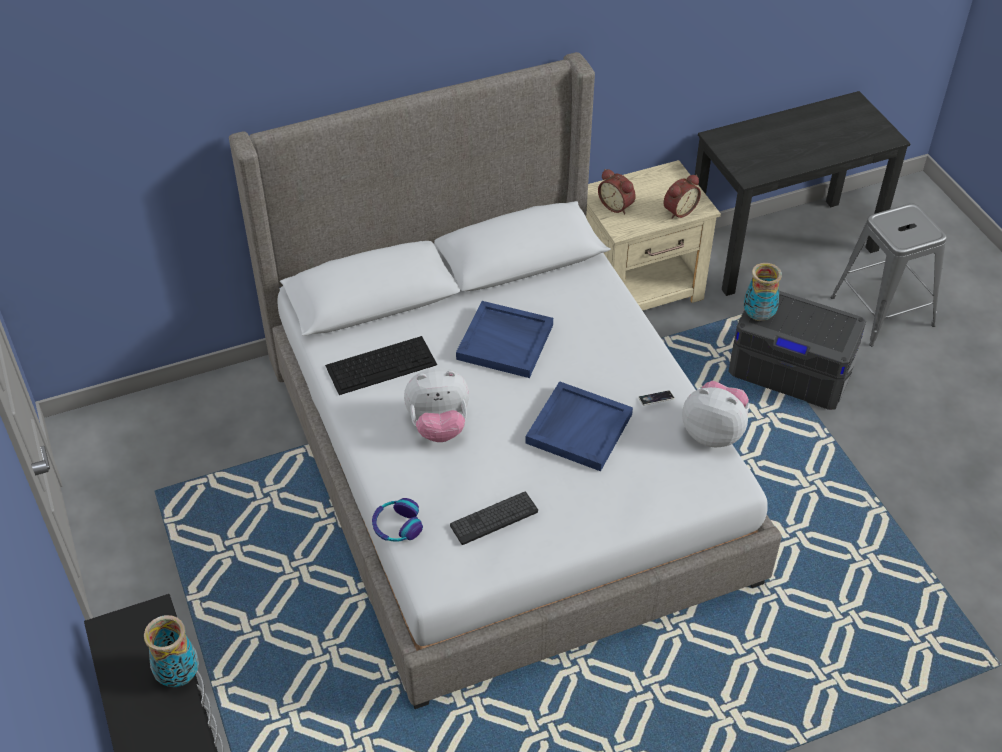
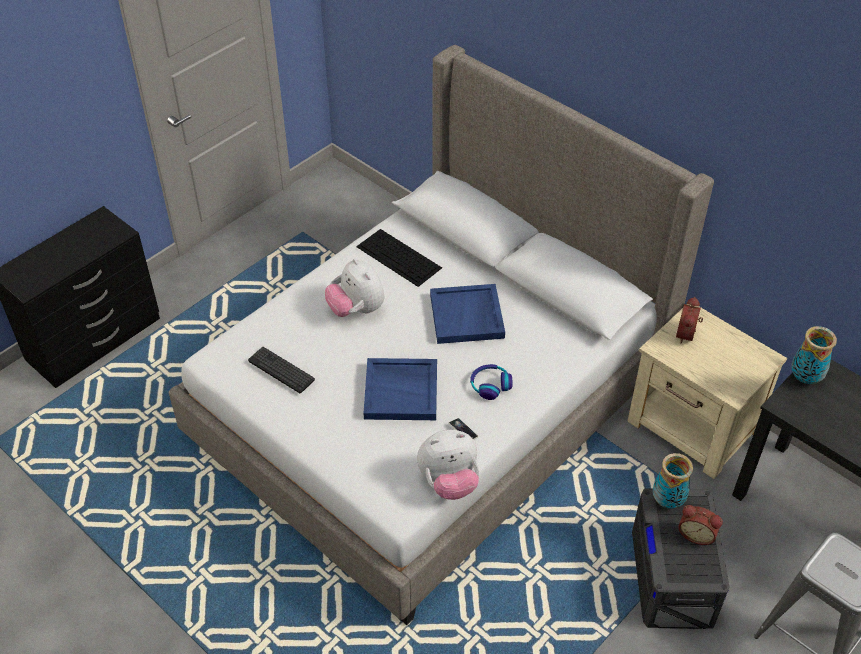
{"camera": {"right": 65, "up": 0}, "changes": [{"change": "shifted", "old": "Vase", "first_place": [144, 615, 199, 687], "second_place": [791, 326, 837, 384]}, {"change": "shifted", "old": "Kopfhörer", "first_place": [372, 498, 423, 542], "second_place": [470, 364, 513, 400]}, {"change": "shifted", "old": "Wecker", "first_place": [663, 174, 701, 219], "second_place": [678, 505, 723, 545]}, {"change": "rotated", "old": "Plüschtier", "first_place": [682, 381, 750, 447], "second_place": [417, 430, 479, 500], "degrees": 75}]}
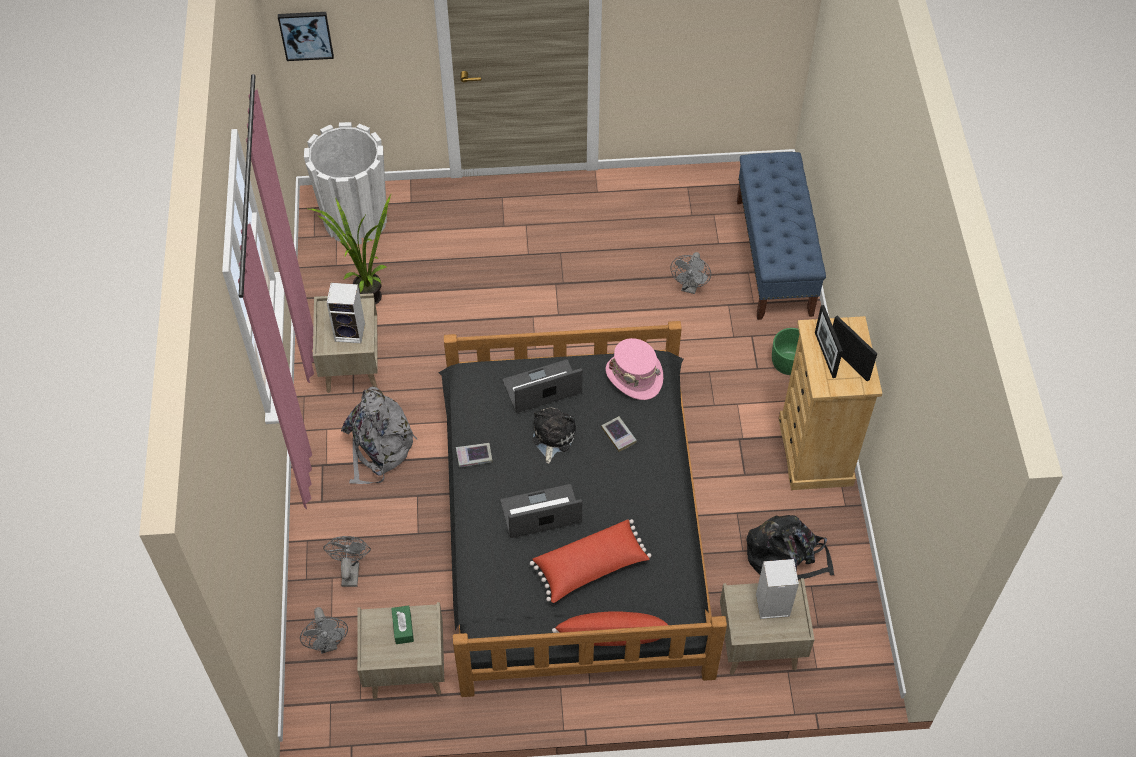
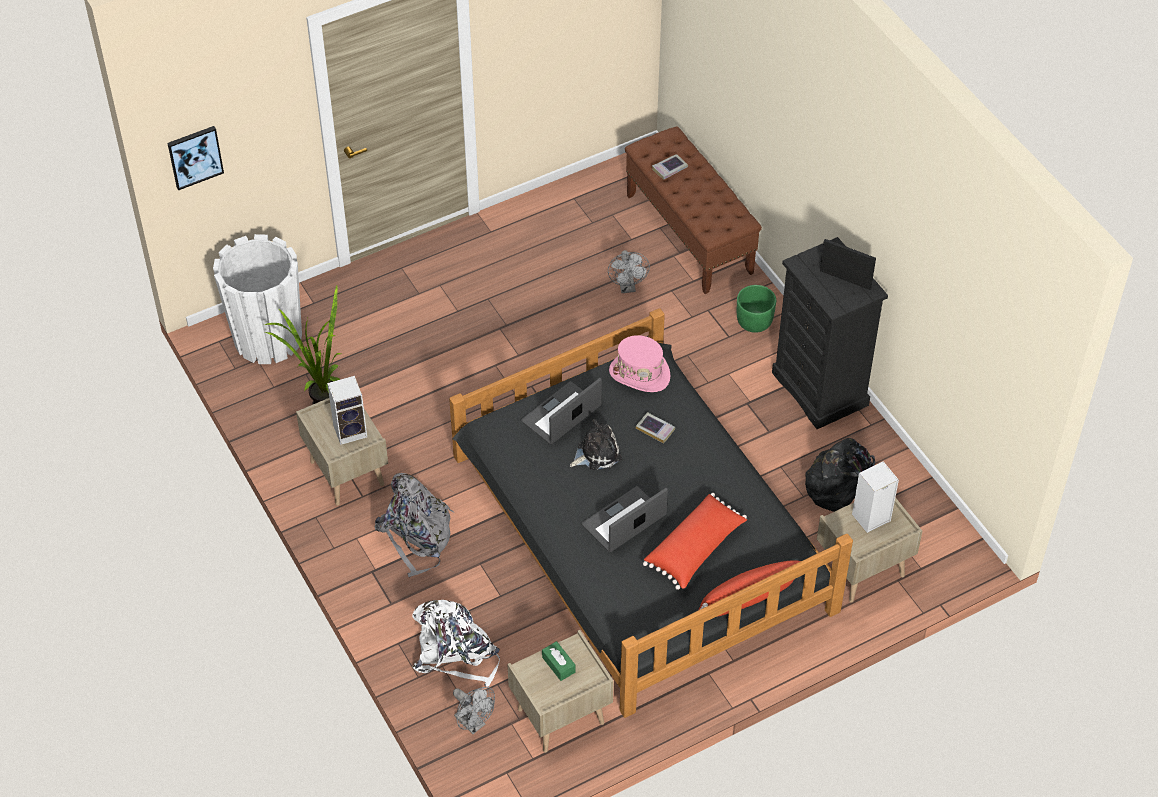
{"camera": {"right": -25, "up": -5}, "changes": [{"change": "gone", "old": "Bilderrahmen", "first_place": [815, 305, 843, 378]}, {"change": "shifted", "old": "Buch", "first_place": [456, 443, 492, 467], "second_place": [652, 154, 688, 180]}, {"change": "swapped", "old": "Ventilator (grau)", "new": "Rucksack (weiß)", "first_place": [323, 536, 371, 587], "second_place": [412, 600, 500, 687]}, {"change": "repainted", "old": "Bank (blau)", "new": "Bank (braun)", "first_place": [737, 152, 826, 320], "second_place": [625, 126, 762, 294]}, {"change": "repainted", "old": "Kommode (beige)", "new": "Kommode (schwarz)", "first_place": [779, 316, 882, 490], "second_place": [772, 237, 888, 429]}, {"change": "rotated", "old": "Plüschtier", "first_place": [533, 408, 576, 464], "second_place": [570, 419, 622, 470], "degrees": 75}]}
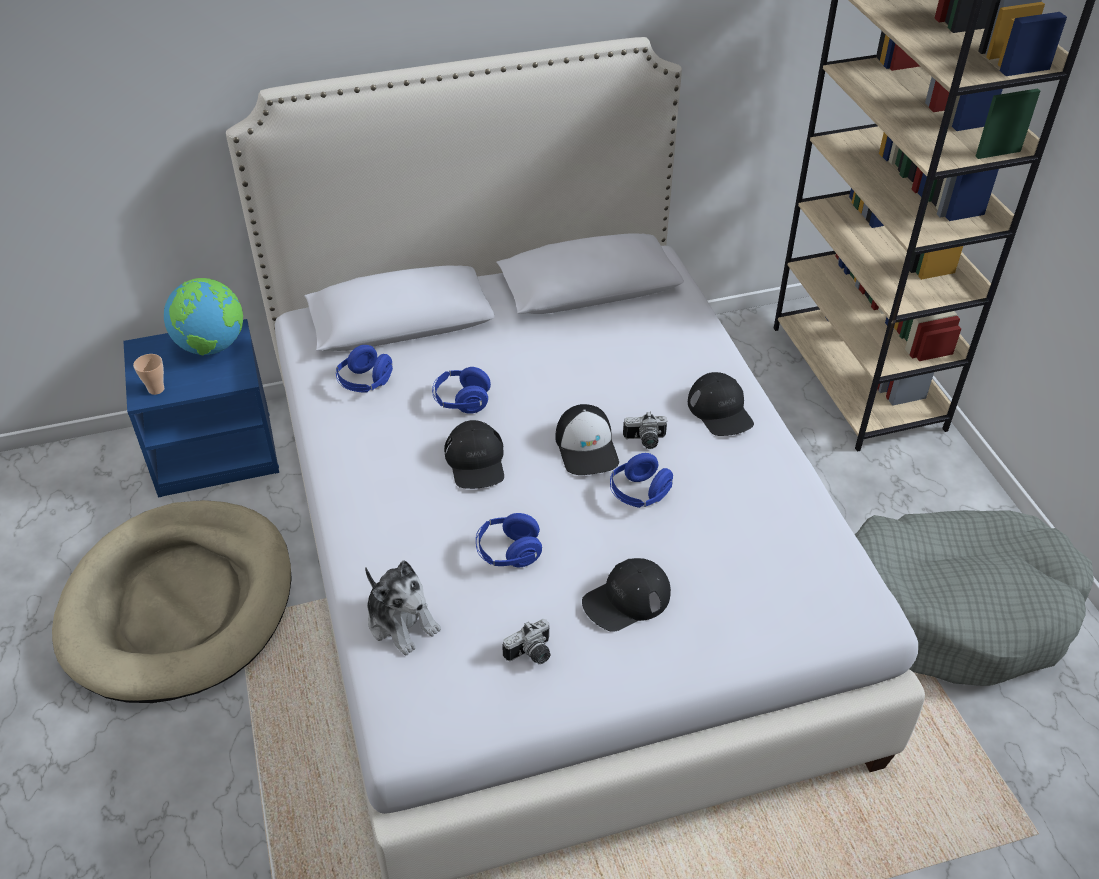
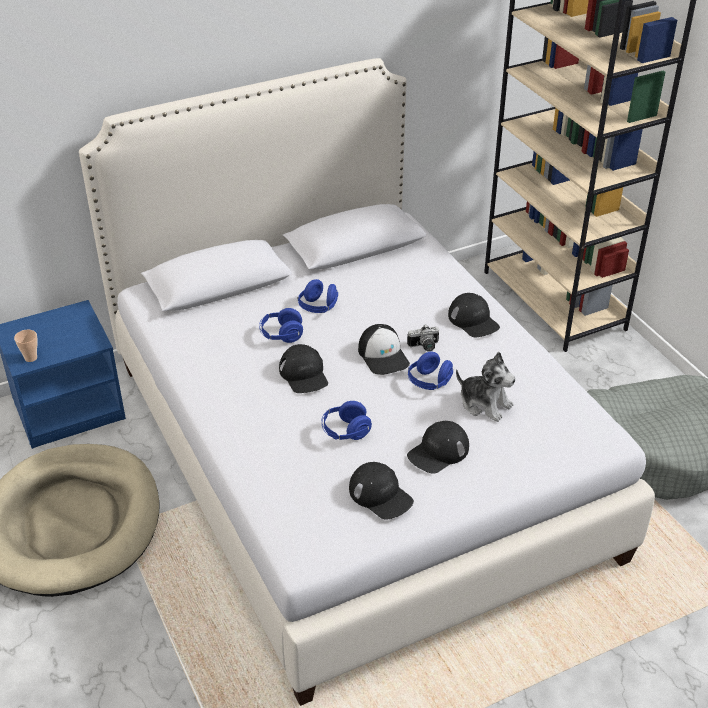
{"camera": {"right": -10, "up": -5}, "changes": [{"change": "gone", "old": "Globus", "first_place": [164, 278, 243, 355]}, {"change": "shifted", "old": "Kopfhörer (blau)", "first_place": [336, 345, 393, 392], "second_place": [298, 279, 338, 313]}, {"change": "shifted", "old": "Plüschtier", "first_place": [365, 561, 441, 655], "second_place": [456, 352, 516, 422]}, {"change": "swapped", "old": "Kamera", "new": "Kappe (schwarz)", "first_place": [502, 619, 550, 664], "second_place": [349, 462, 414, 520]}]}
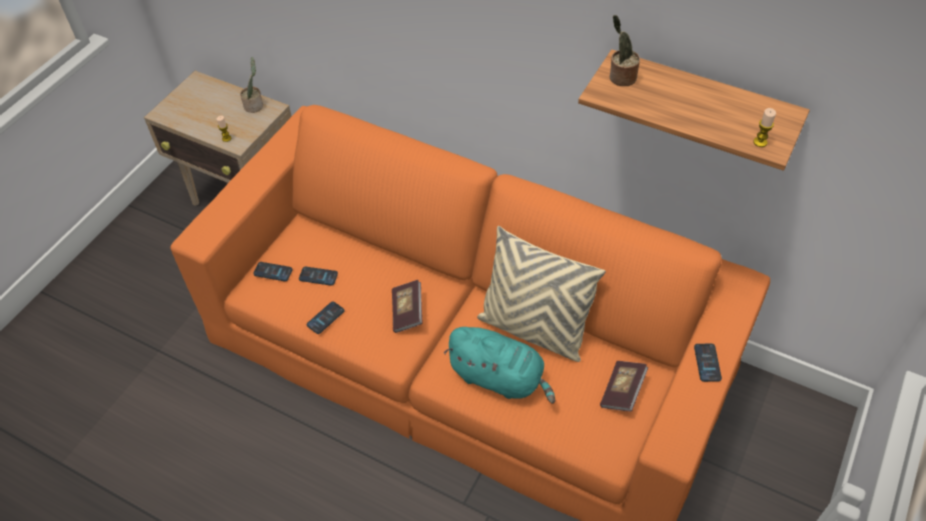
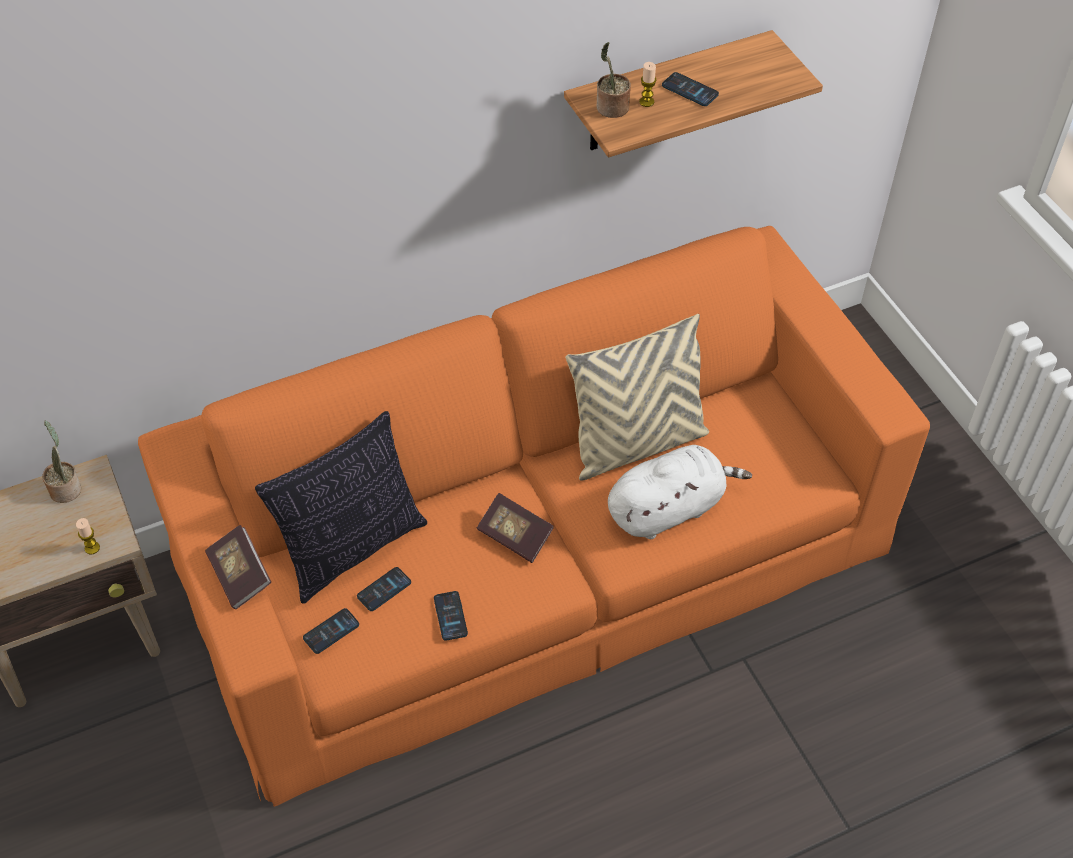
{"camera": {"right": -55, "up": 0}, "changes": [{"change": "new", "new": "Kissen", "second_place": [255, 411, 427, 604]}, {"change": "shifted", "old": "Buch", "first_place": [600, 361, 648, 411], "second_place": [205, 525, 271, 609]}, {"change": "shifted", "old": "Handy", "first_place": [694, 344, 722, 382], "second_place": [662, 72, 719, 106]}, {"change": "shifted", "old": "Kerze", "first_place": [753, 108, 776, 147], "second_place": [639, 62, 656, 107]}, {"change": "repainted", "old": "Plüschtier (türkis)", "new": "Plüschtier (weiß)", "first_place": [444, 327, 555, 404], "second_place": [608, 445, 752, 539]}]}
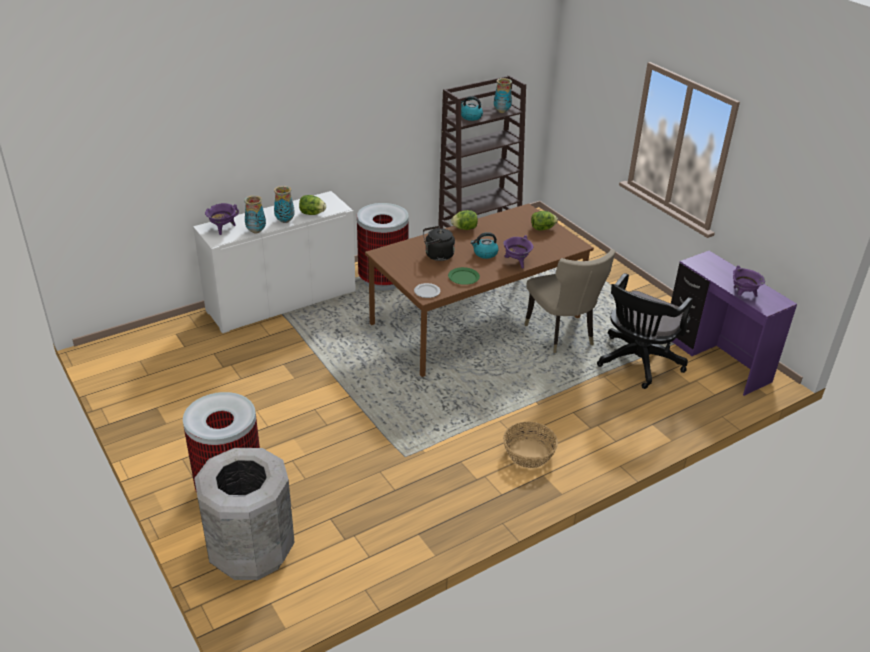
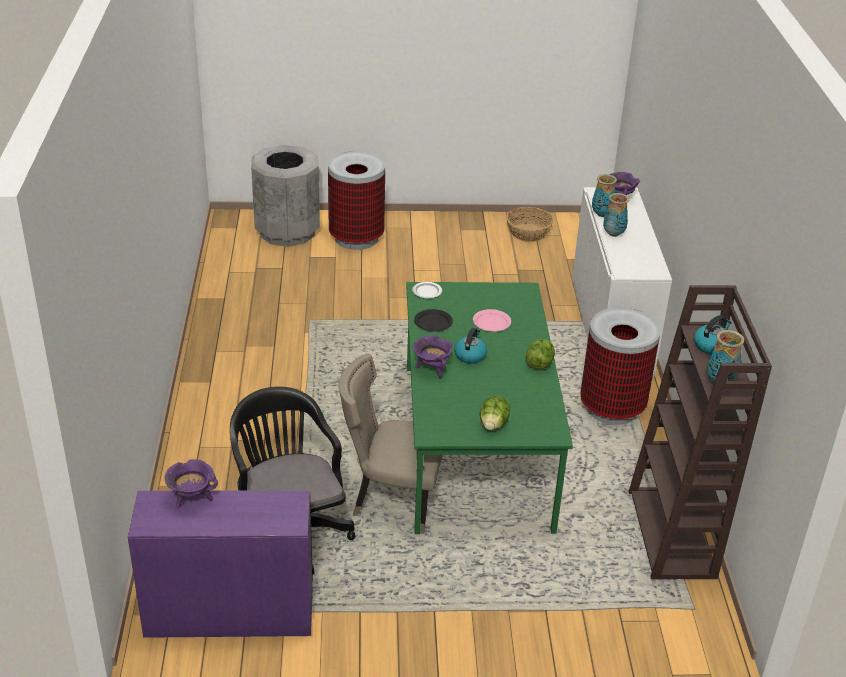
{"camera": {"right": 120, "up": 0}, "changes": [{"change": "gone", "old": "Salatkopf", "first_place": [299, 195, 326, 215]}, {"change": "shifted", "old": "Korb", "first_place": [503, 422, 558, 468], "second_place": [506, 207, 553, 242]}, {"change": "swapped", "old": "Wasserkessel (schwarz)", "new": "Teller (rosa)", "first_place": [423, 226, 455, 261], "second_place": [473, 309, 511, 332]}, {"change": "repainted", "old": "Esstisch (braun)", "new": "Esstisch (grün)", "first_place": [365, 204, 594, 377], "second_place": [406, 282, 573, 534]}, {"change": "repainted", "old": "Teller (grün)", "new": "Teller (schwarz)", "first_place": [448, 267, 480, 285], "second_place": [414, 309, 453, 332]}]}
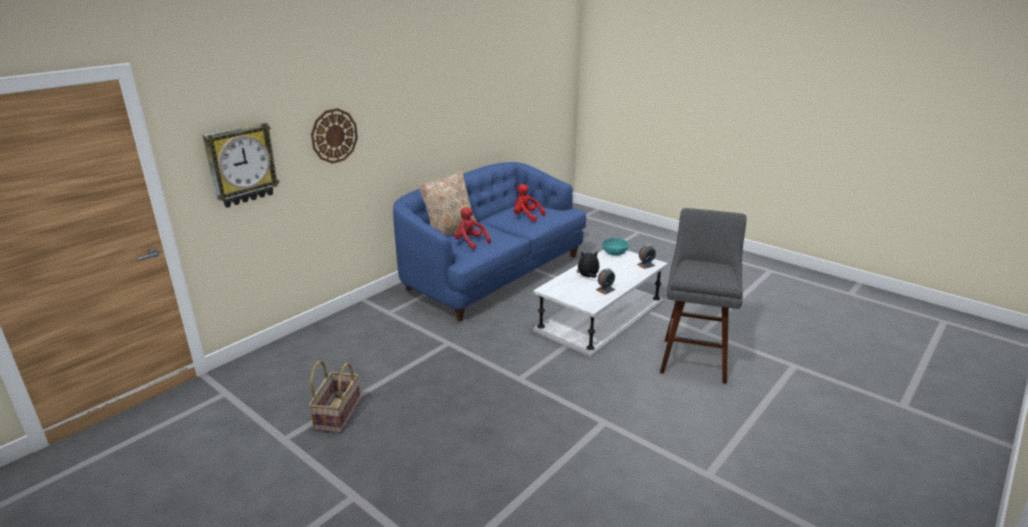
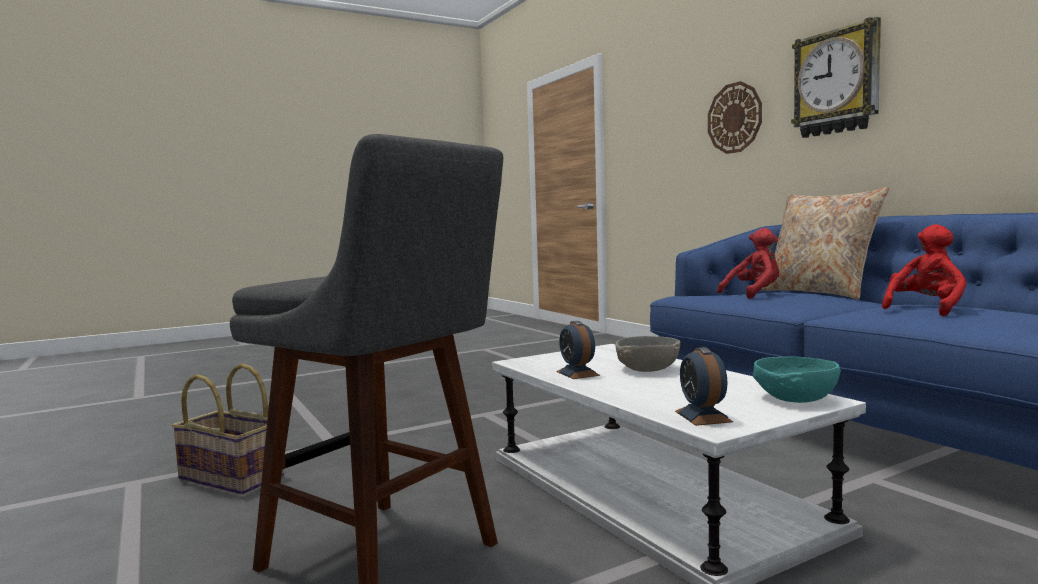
{"camera": {"right": 110, "up": -20}, "changes": [{"change": "shifted", "old": "Wanduhr", "first_place": [202, 122, 280, 208], "second_place": [791, 17, 881, 138]}, {"change": "shifted", "old": "Korb", "first_place": [309, 360, 361, 433], "second_place": [172, 363, 284, 495]}, {"change": "swapped", "old": "Plüschtier", "new": "Schüssel (grau)", "first_place": [577, 251, 600, 278], "second_place": [615, 336, 680, 372]}]}
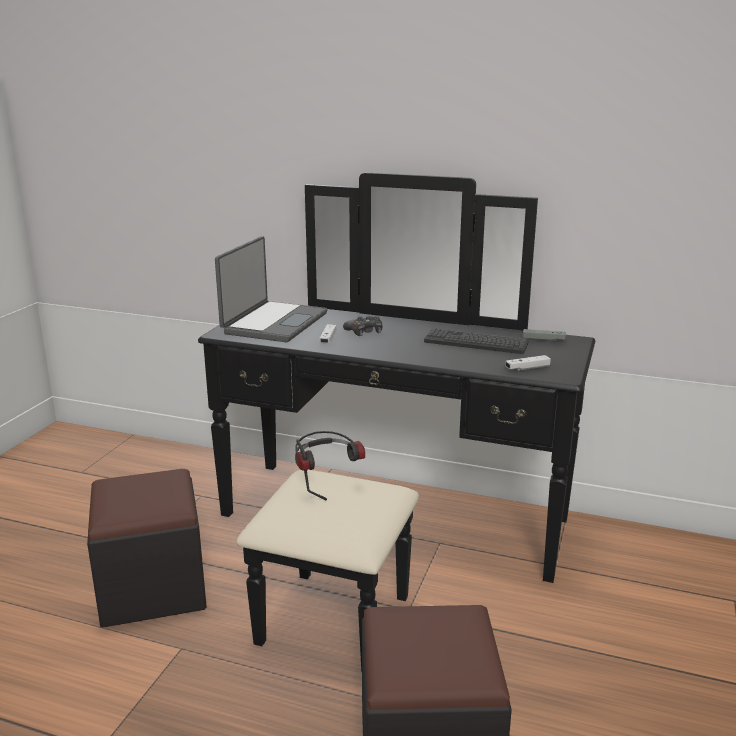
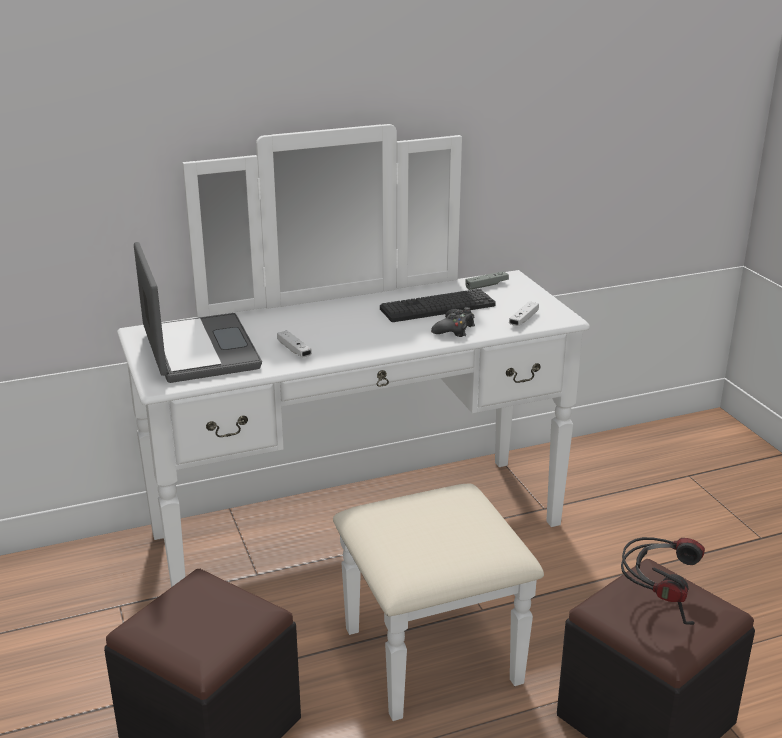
{"camera": {"right": -40, "up": 5}, "changes": [{"change": "shifted", "old": "Kopfhörer", "first_place": [295, 431, 365, 500], "second_place": [621, 537, 705, 625]}, {"change": "shifted", "old": "Gamepad (schwarz)", "first_place": [343, 316, 382, 336], "second_place": [431, 307, 475, 337]}, {"change": "repainted", "old": "Kommode (schwarz)", "new": "Kommode (weiß)", "first_place": [198, 172, 595, 672], "second_place": [117, 124, 590, 721]}]}
